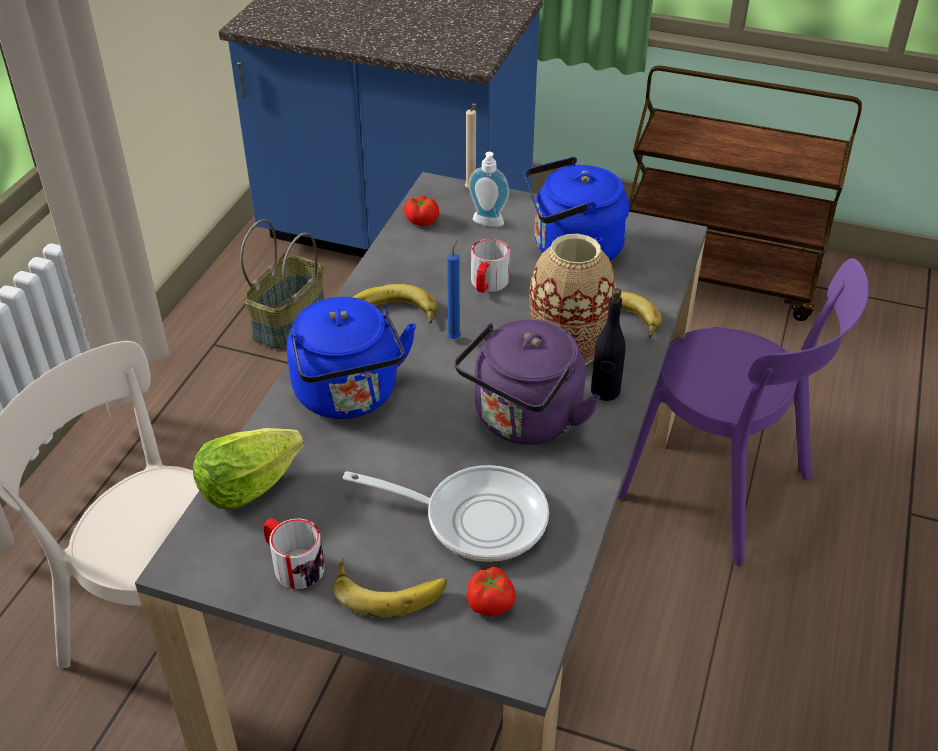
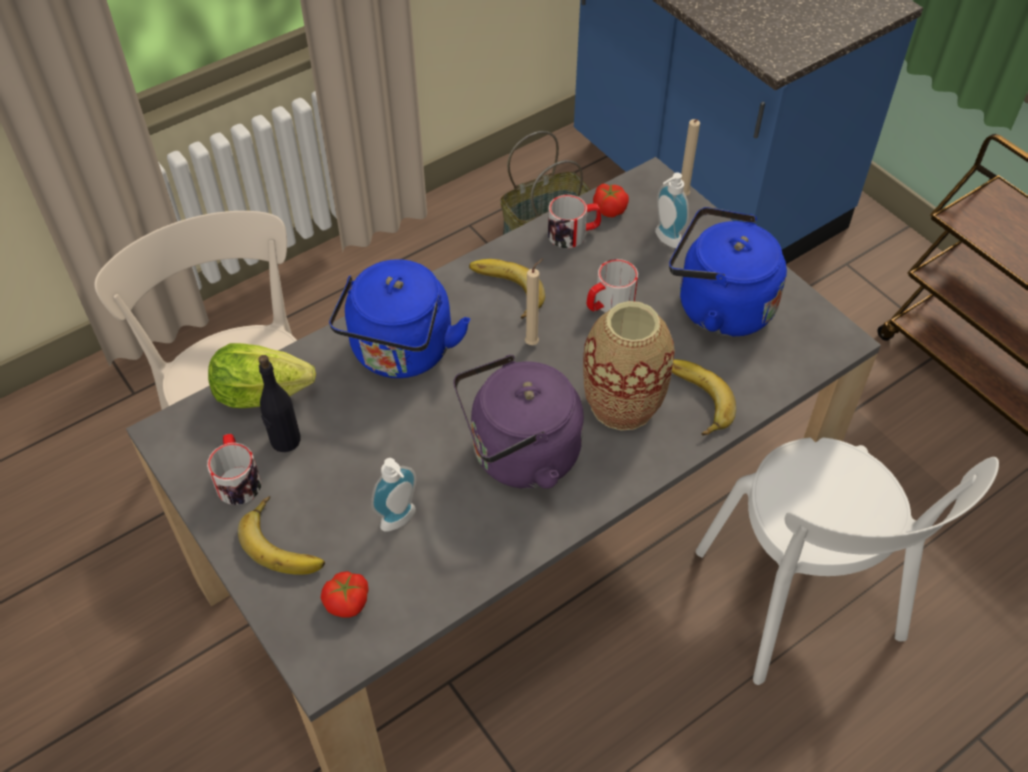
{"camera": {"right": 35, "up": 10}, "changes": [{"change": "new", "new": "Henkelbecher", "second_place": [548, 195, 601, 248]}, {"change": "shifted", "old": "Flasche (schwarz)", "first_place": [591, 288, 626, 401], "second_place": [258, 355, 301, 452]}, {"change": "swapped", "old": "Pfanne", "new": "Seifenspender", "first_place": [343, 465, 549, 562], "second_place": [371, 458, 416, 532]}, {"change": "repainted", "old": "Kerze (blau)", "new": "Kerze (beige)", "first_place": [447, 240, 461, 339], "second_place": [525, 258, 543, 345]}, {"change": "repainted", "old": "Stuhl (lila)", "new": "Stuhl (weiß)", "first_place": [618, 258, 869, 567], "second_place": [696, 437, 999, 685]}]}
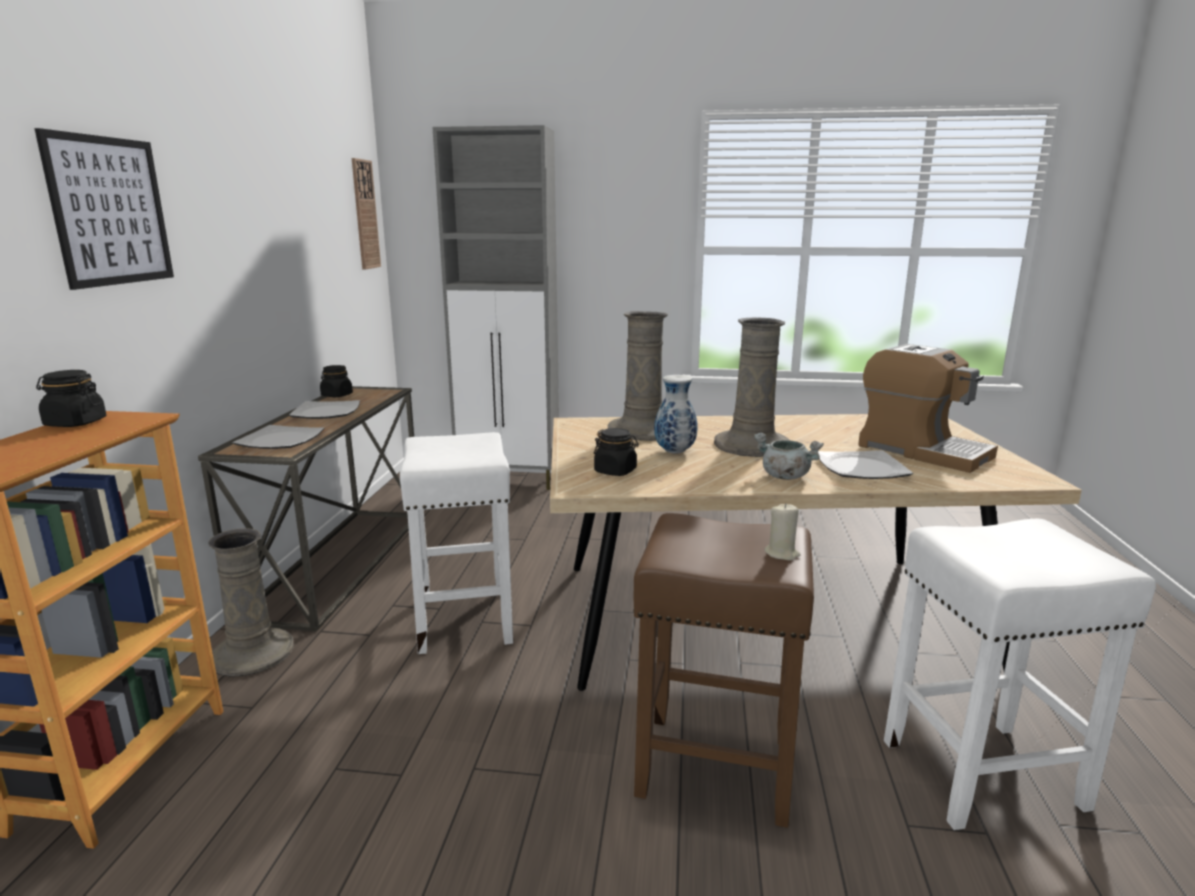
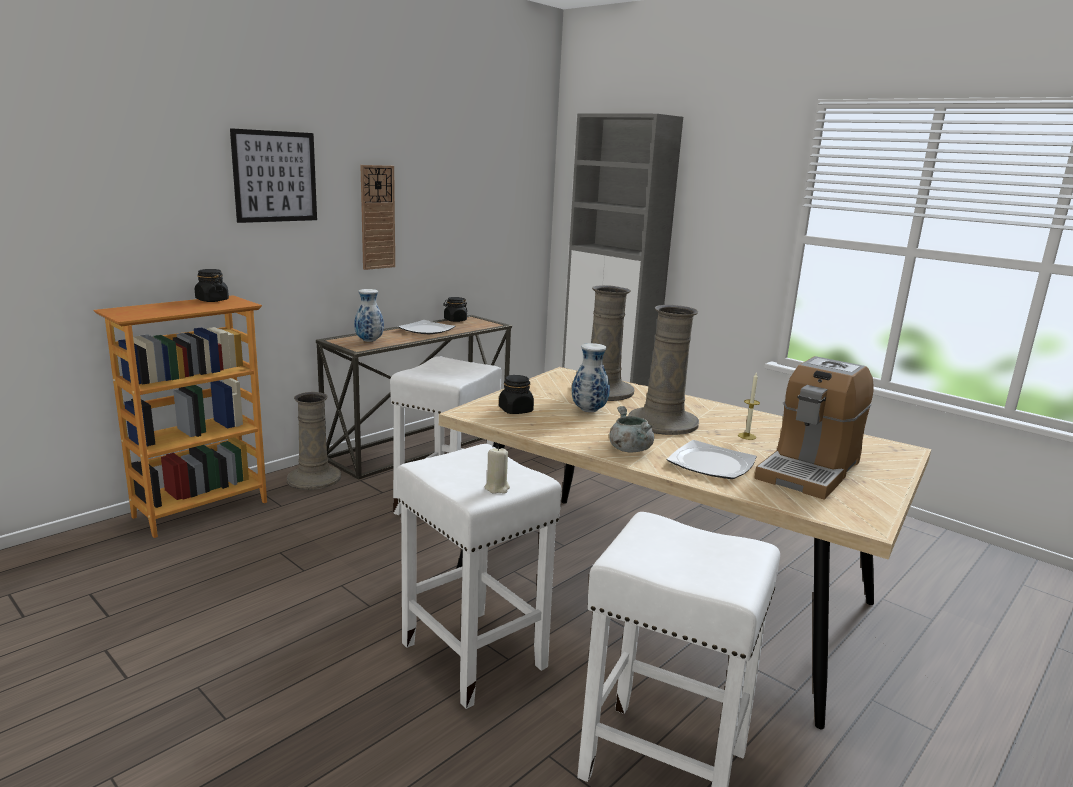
{"camera": {"right": 35, "up": 0}, "changes": [{"change": "new", "new": "Kerze", "second_place": [738, 373, 760, 440]}, {"change": "shifted", "old": "Wanduhr", "first_place": [352, 158, 381, 270], "second_place": [360, 165, 395, 270]}, {"change": "swapped", "old": "Teller", "new": "Vase", "first_place": [232, 425, 325, 449], "second_place": [354, 289, 384, 342]}, {"change": "repainted", "old": "Hocker (braun)", "new": "Hocker (weiß)", "first_place": [633, 513, 814, 828], "second_place": [397, 444, 562, 709]}, {"change": "rotated", "old": "Kaffeemaschine", "first_place": [858, 344, 998, 473], "second_place": [754, 356, 873, 500], "degrees": 45}]}
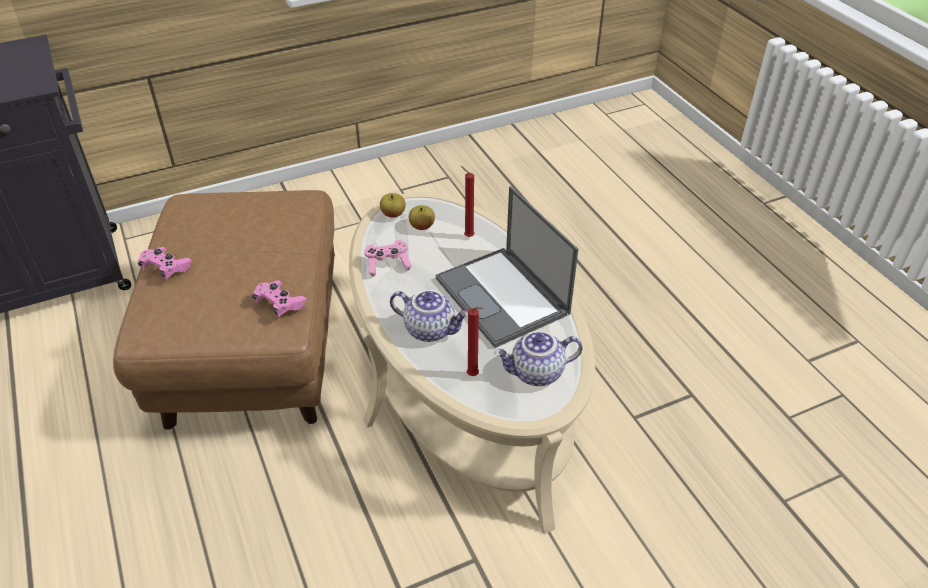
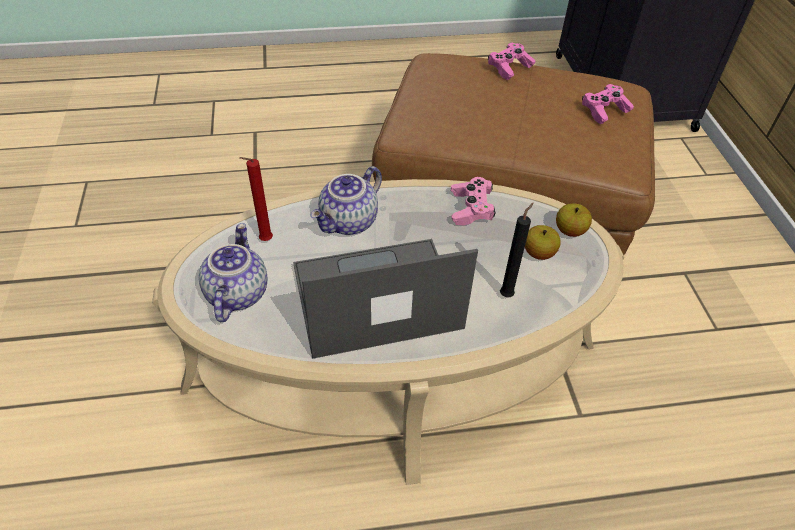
{"camera": {"right": 105, "up": 5}, "changes": [{"change": "shifted", "old": "Gamepad (rosa)", "first_place": [252, 280, 306, 317], "second_place": [582, 84, 634, 124]}, {"change": "repainted", "old": "Kerze (rot)", "new": "Kerze (schwarz)", "first_place": [461, 166, 475, 237], "second_place": [500, 202, 534, 297]}]}
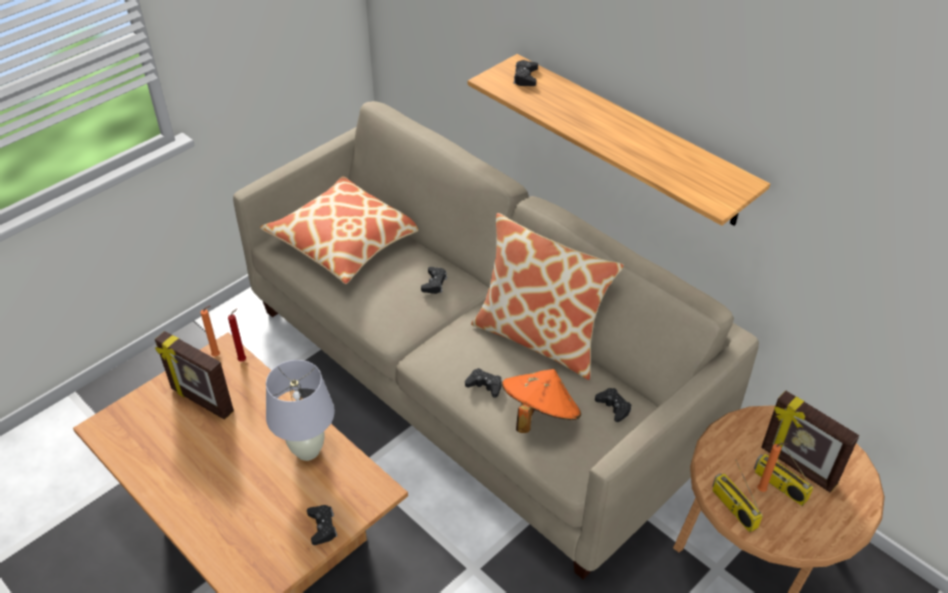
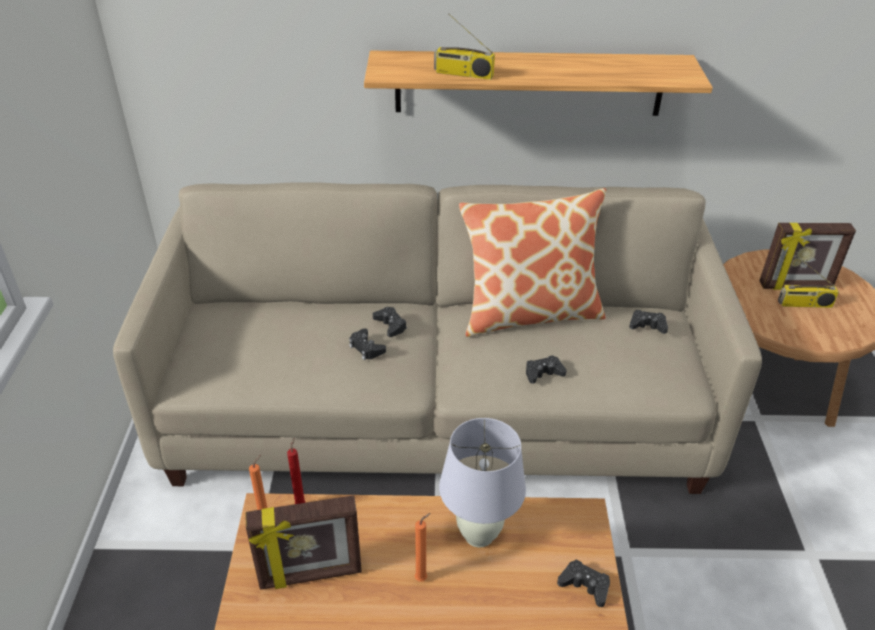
{"camera": {"right": -45, "up": -5}, "changes": [{"change": "gone", "old": "Kissen", "first_place": [260, 176, 418, 284]}, {"change": "gone", "old": "Hut (orange)", "first_place": [502, 369, 581, 433]}, {"change": "shifted", "old": "Gamepad (schwarz)", "first_place": [513, 60, 538, 86], "second_place": [349, 328, 386, 360]}, {"change": "shifted", "old": "Radio", "first_place": [712, 460, 763, 533], "second_place": [434, 14, 495, 80]}, {"change": "shifted", "old": "Kerze (orange)", "first_place": [757, 443, 788, 492], "second_place": [415, 513, 431, 582]}]}
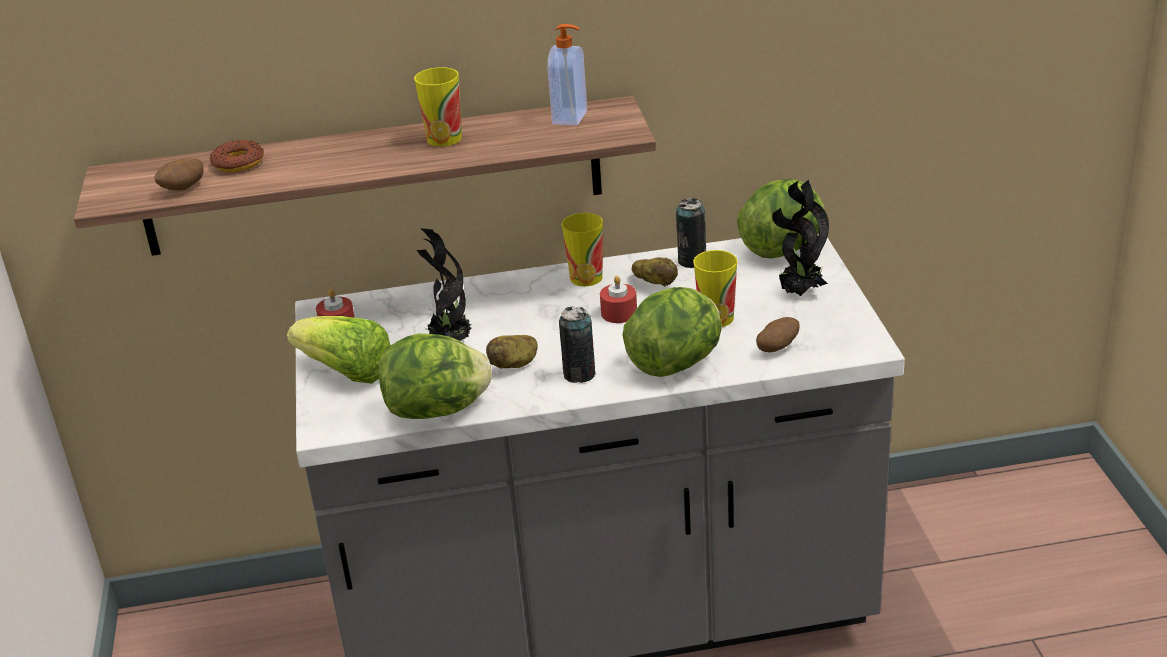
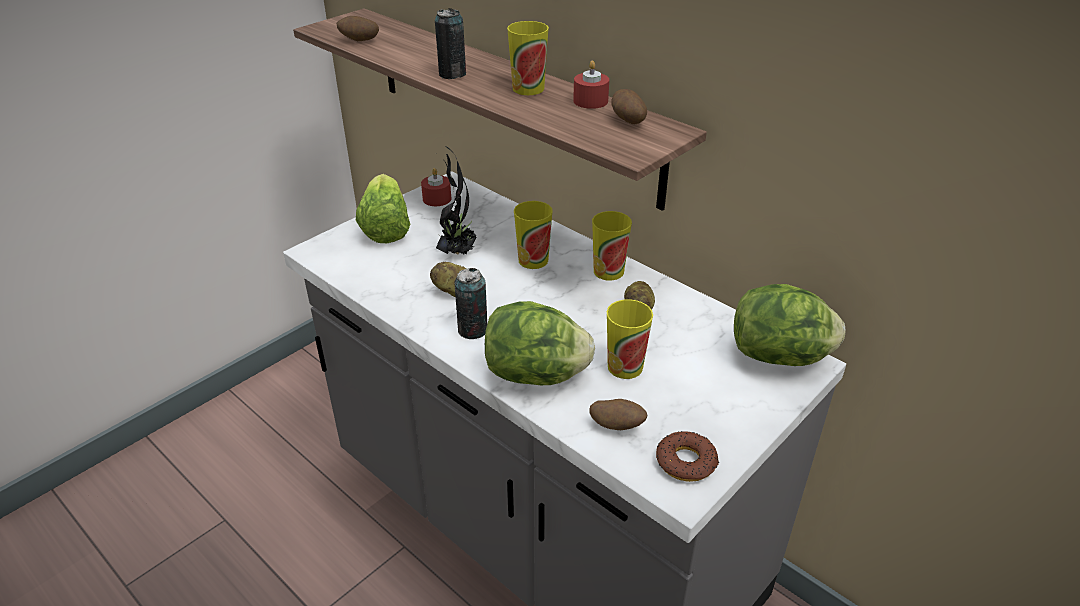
{"camera": {"right": 50, "up": 5}, "changes": [{"change": "gone", "old": "Salatkopf", "first_place": [379, 333, 492, 419]}, {"change": "gone", "old": "Topfpflanze", "first_place": [772, 179, 829, 296]}, {"change": "new", "new": "Tasse", "second_place": [514, 201, 553, 269]}, {"change": "shifted", "old": "Donut", "first_place": [209, 139, 264, 172], "second_place": [656, 431, 719, 482]}, {"change": "shifted", "old": "Kerze (rot)", "first_place": [600, 276, 637, 323], "second_place": [573, 60, 609, 109]}, {"change": "shifted", "old": "Dose", "first_place": [676, 198, 706, 268], "second_place": [435, 8, 466, 79]}, {"change": "swapped", "old": "Seifenspender", "new": "Kartoffel", "first_place": [547, 24, 587, 126], "second_place": [611, 89, 647, 124]}]}
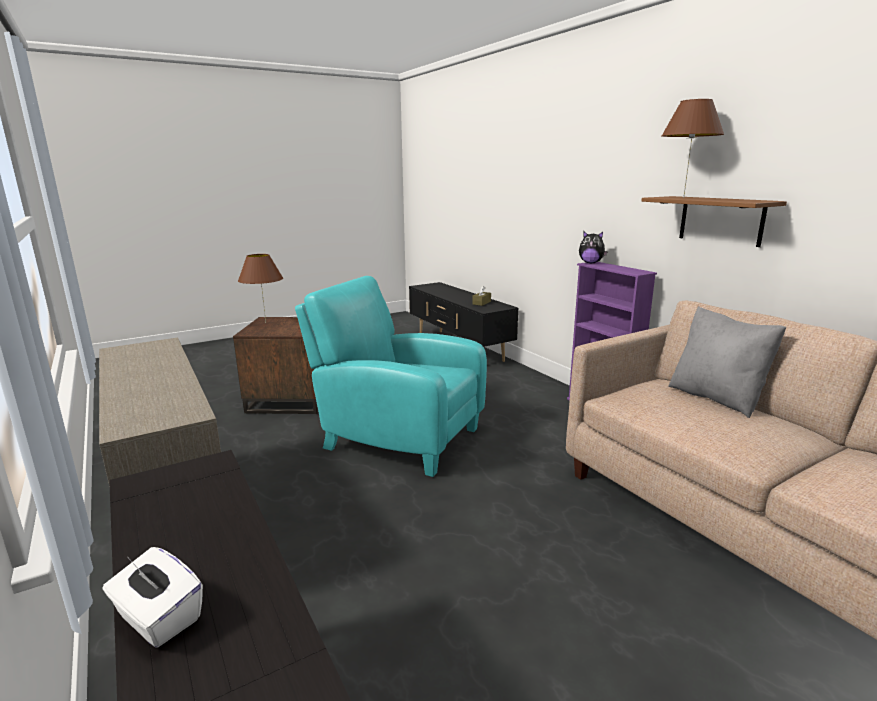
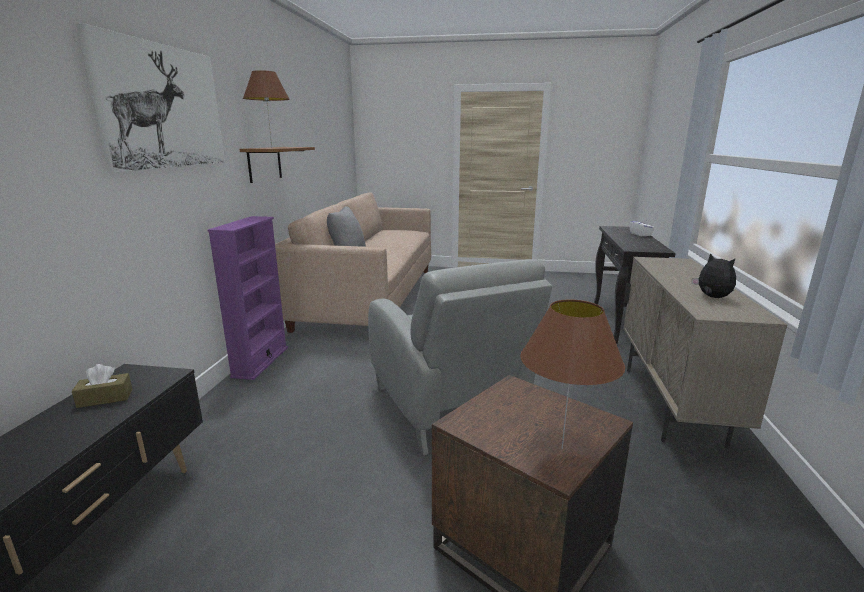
{"camera": {"right": -140, "up": 0}, "changes": [{"change": "new", "new": "Bild", "second_place": [76, 23, 225, 173]}, {"change": "shifted", "old": "Plüschtier", "first_place": [579, 231, 608, 263], "second_place": [692, 253, 736, 298]}, {"change": "repainted", "old": "Sessel (türkis)", "new": "Sessel (grau)", "first_place": [295, 276, 487, 477], "second_place": [368, 259, 552, 455]}]}
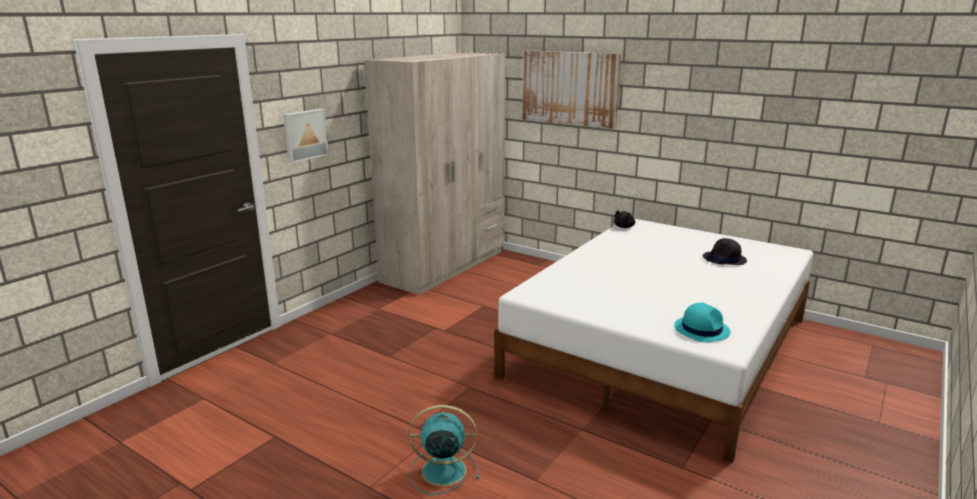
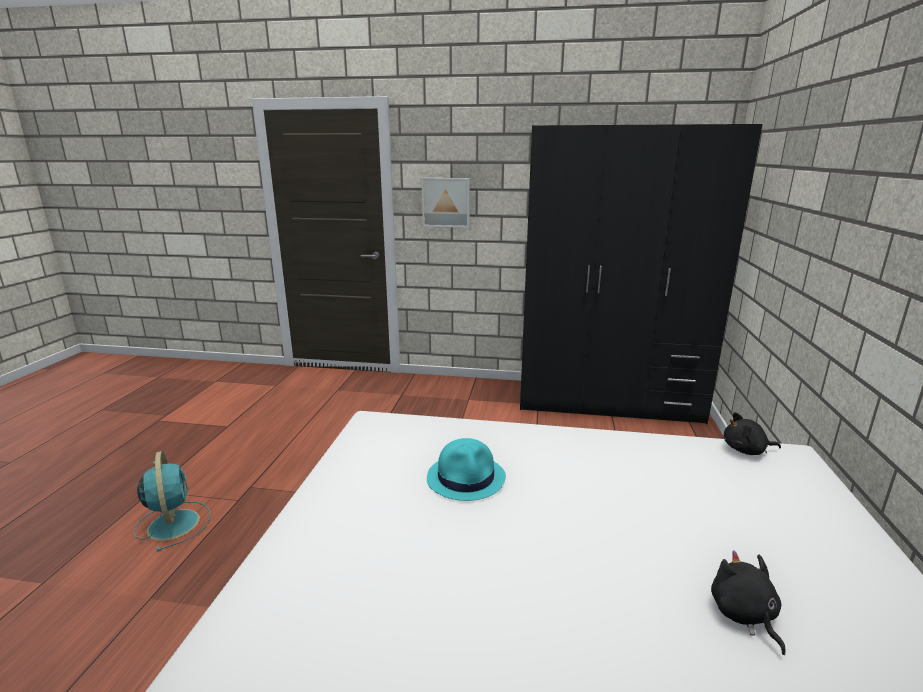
{"camera": {"right": 65, "up": 0}, "changes": [{"change": "gone", "old": "Bild", "first_place": [522, 50, 621, 129]}, {"change": "shifted", "old": "Hut (türkis)", "first_place": [674, 303, 731, 342], "second_place": [427, 438, 506, 501]}, {"change": "swapped", "old": "Hut (schwarz)", "new": "Plüschtier (schwarz)", "first_place": [703, 238, 747, 265], "second_place": [711, 550, 786, 655]}, {"change": "repainted", "old": "Kleiderschrank (beige)", "new": "Kleiderschrank (schwarz)", "first_place": [364, 52, 506, 295], "second_place": [520, 124, 763, 424]}]}
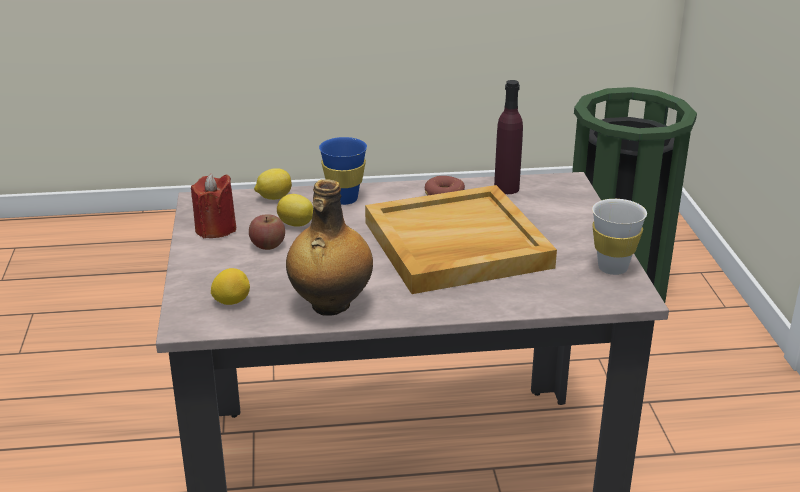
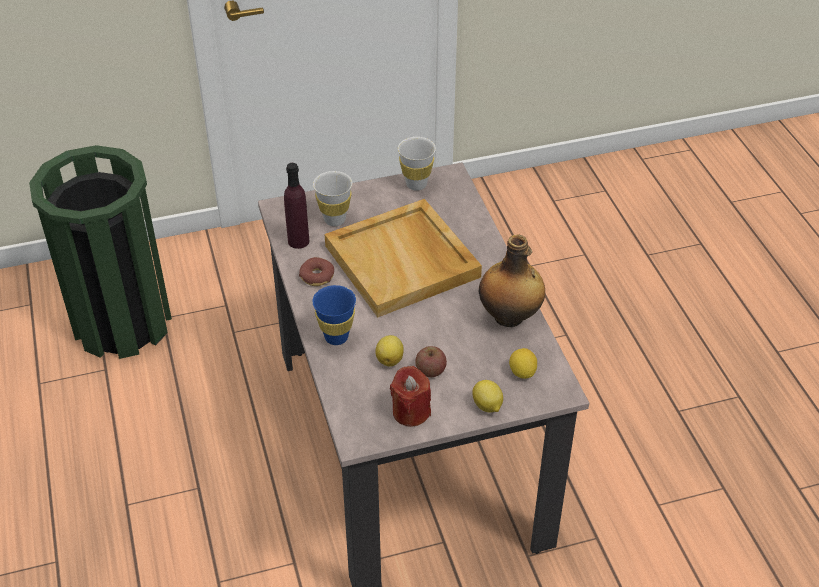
{"camera": {"right": -100, "up": 15}, "changes": [{"change": "new", "new": "Tasse (weiß)", "second_place": [313, 171, 352, 226]}, {"change": "shifted", "old": "Zitrone", "first_place": [254, 168, 292, 200], "second_place": [472, 380, 503, 413]}]}
